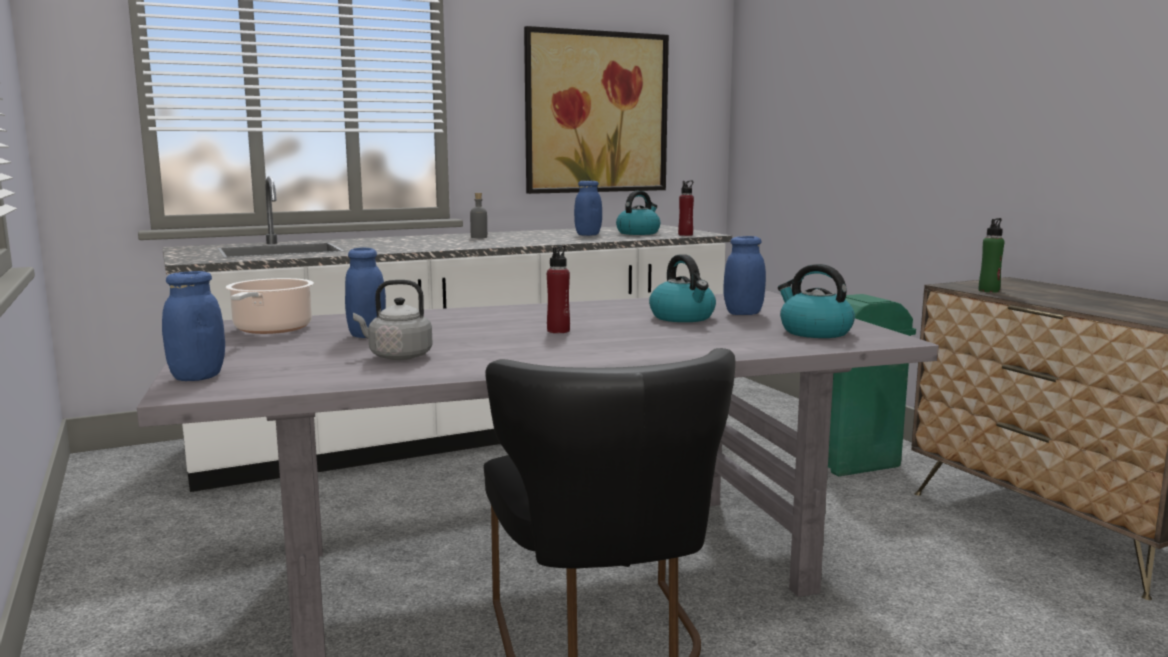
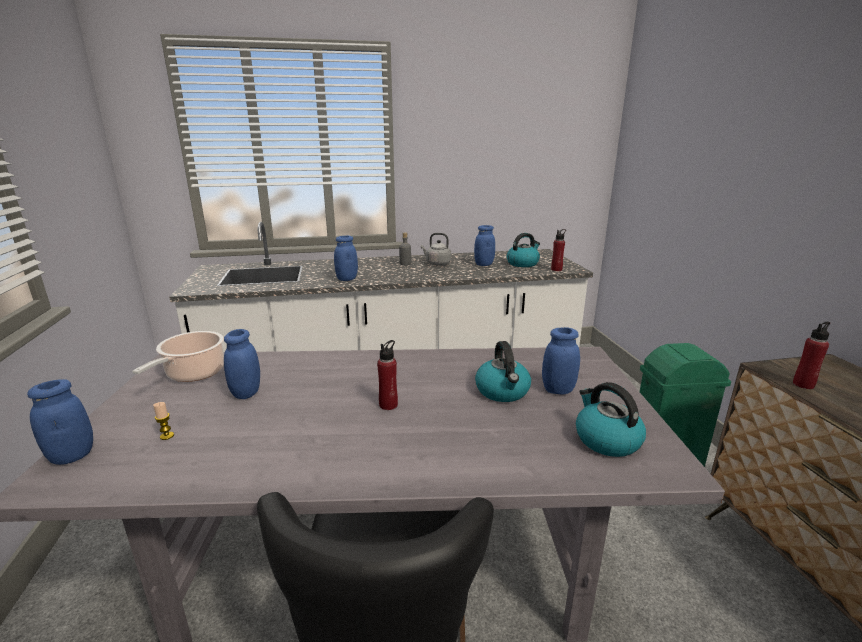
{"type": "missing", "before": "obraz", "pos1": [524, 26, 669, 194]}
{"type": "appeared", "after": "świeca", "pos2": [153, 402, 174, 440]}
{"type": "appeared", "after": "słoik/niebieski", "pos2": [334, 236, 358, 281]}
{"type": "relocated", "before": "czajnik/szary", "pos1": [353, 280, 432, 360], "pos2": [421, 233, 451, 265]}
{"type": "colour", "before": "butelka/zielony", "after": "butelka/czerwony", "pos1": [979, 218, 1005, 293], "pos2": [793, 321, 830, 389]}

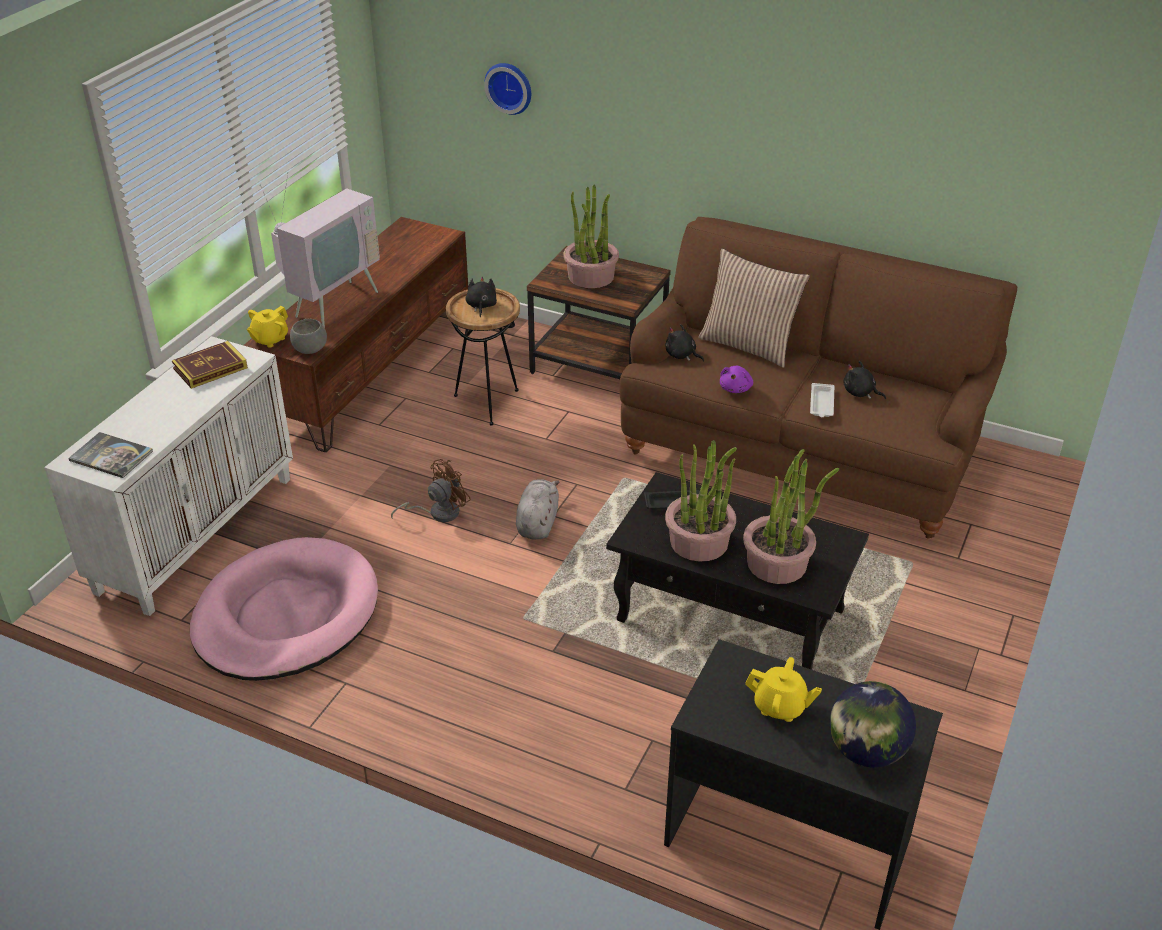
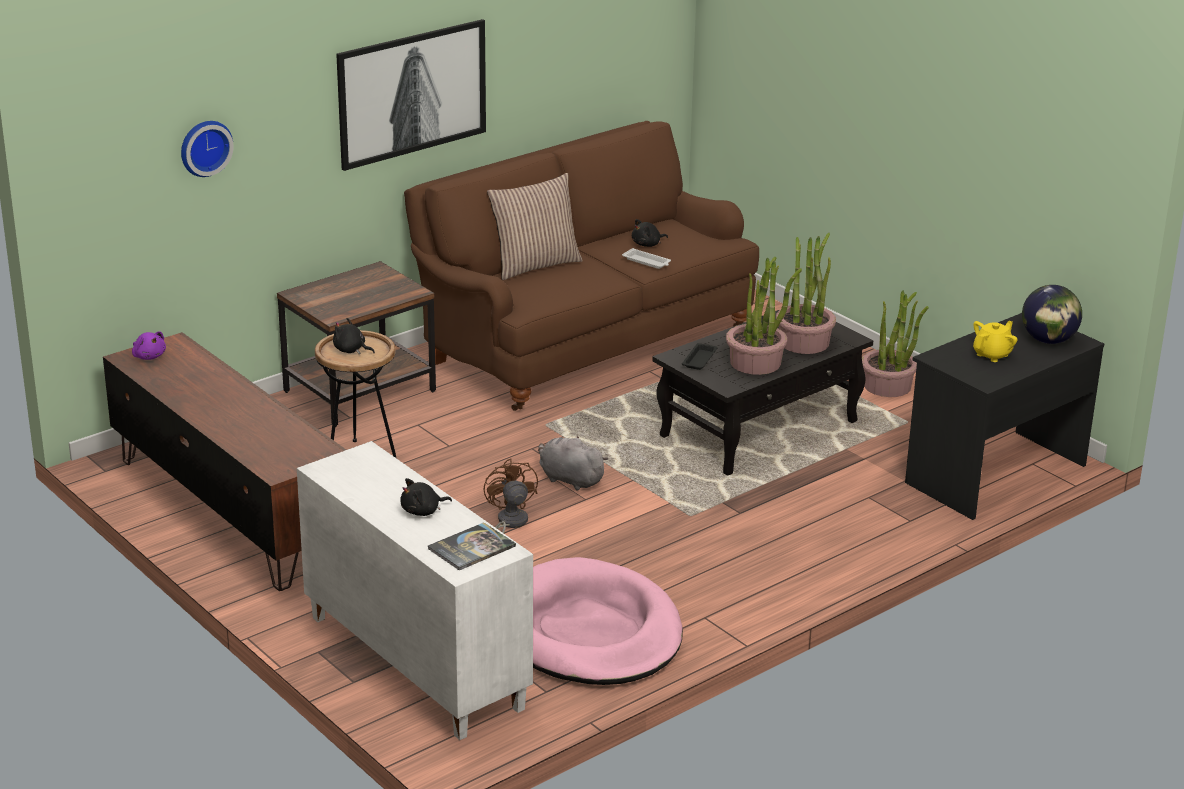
{"type": "missing", "before": "książka", "pos1": [172, 341, 248, 389]}
{"type": "missing", "before": "imbryk/żółty", "pos1": [247, 306, 288, 348]}
{"type": "missing", "before": "telewizor", "pos1": [260, 172, 380, 328]}
{"type": "missing", "before": "miska/szary", "pos1": [290, 319, 327, 354]}
{"type": "appeared", "after": "obraz", "pos2": [336, 19, 486, 171]}
{"type": "relocated", "before": "roślina doniczkowa", "pos1": [563, 185, 619, 288], "pos2": [862, 290, 929, 397]}
{"type": "relocated", "before": "pluszak/czarny", "pos1": [665, 324, 704, 362], "pos2": [400, 478, 452, 516]}
{"type": "relocated", "before": "pluszak/fioletowy", "pos1": [720, 366, 753, 393], "pos2": [132, 331, 166, 360]}

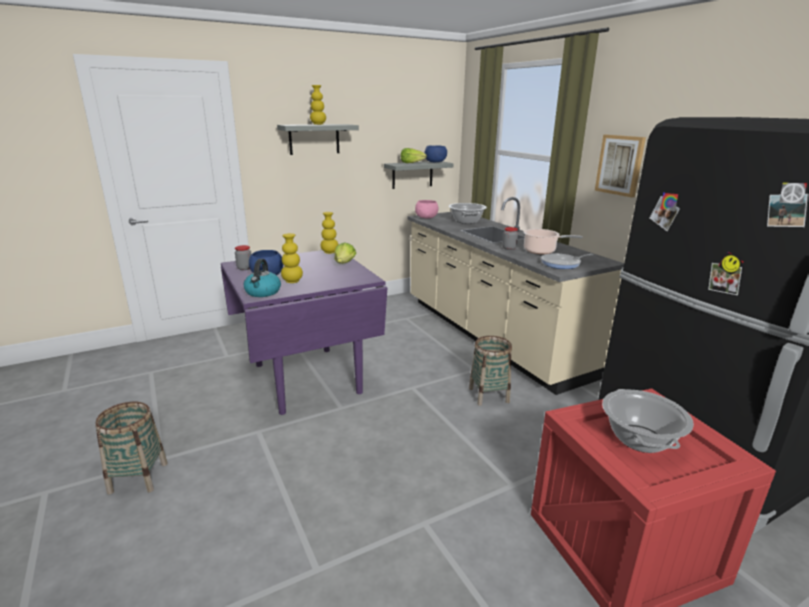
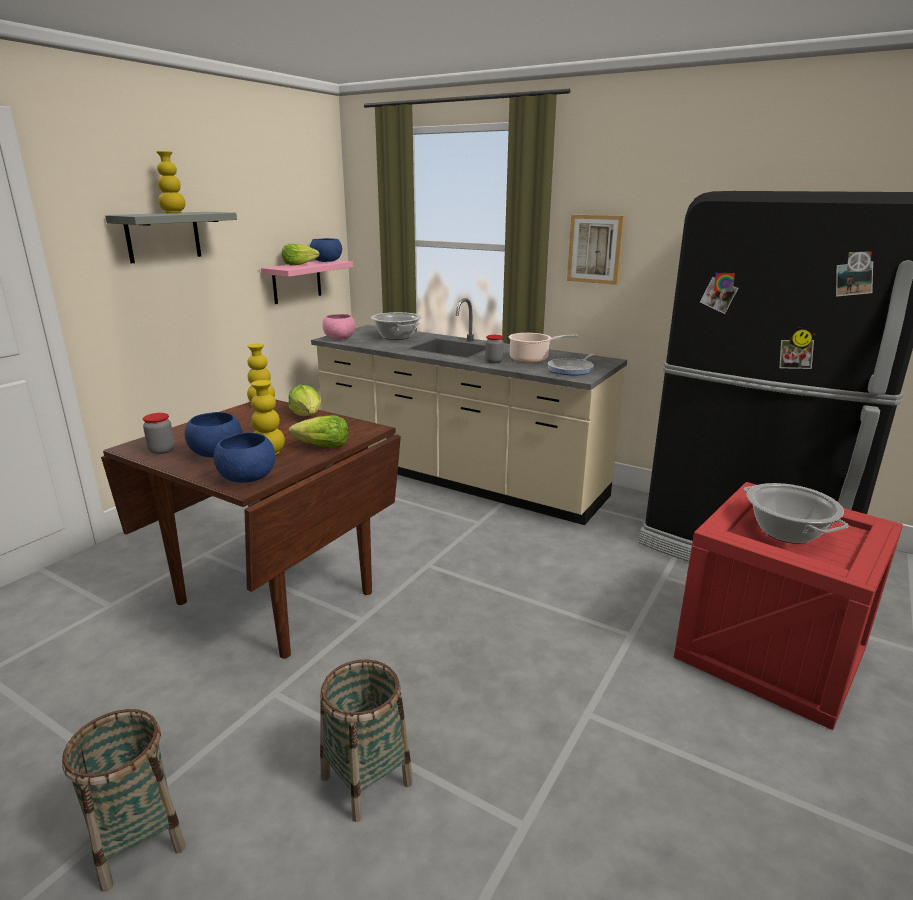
{"type": "appeared", "after": "sałata", "pos2": [289, 415, 349, 448]}
{"type": "relocated", "before": "koszyk", "pos1": [469, 336, 512, 406], "pos2": [320, 660, 413, 822]}
{"type": "exchanged", "before": "czajnik", "after": "miska/niebieski", "pos1": [244, 259, 281, 297], "pos2": [214, 432, 275, 483]}
{"type": "colour", "before": "stół jadalny/fioletowy", "after": "stół jadalny/brązowy", "pos1": [221, 250, 387, 415], "pos2": [101, 399, 401, 659]}
{"type": "colour", "before": "półka/szary", "after": "półka/różowy", "pos1": [384, 161, 454, 189], "pos2": [261, 260, 353, 304]}

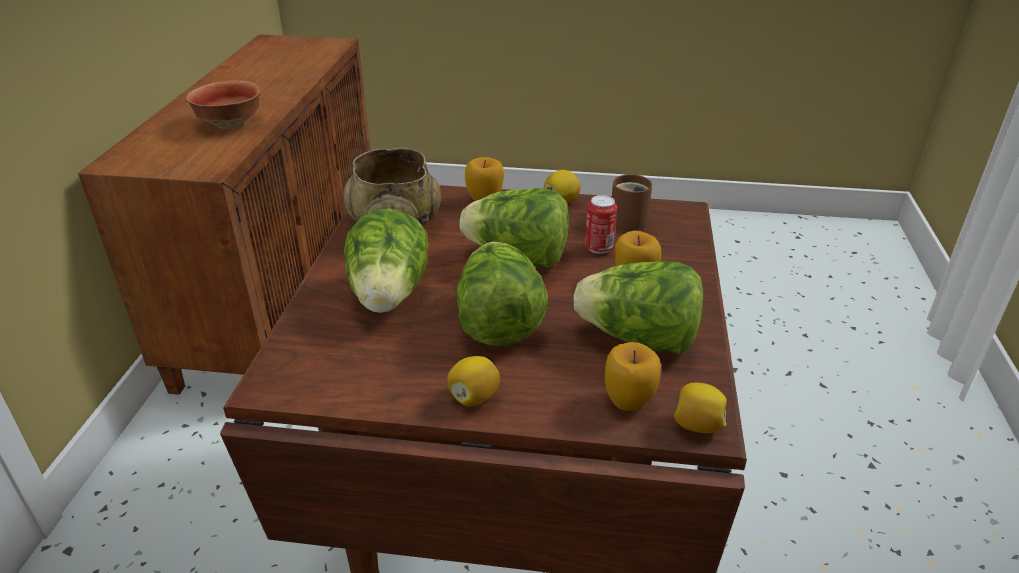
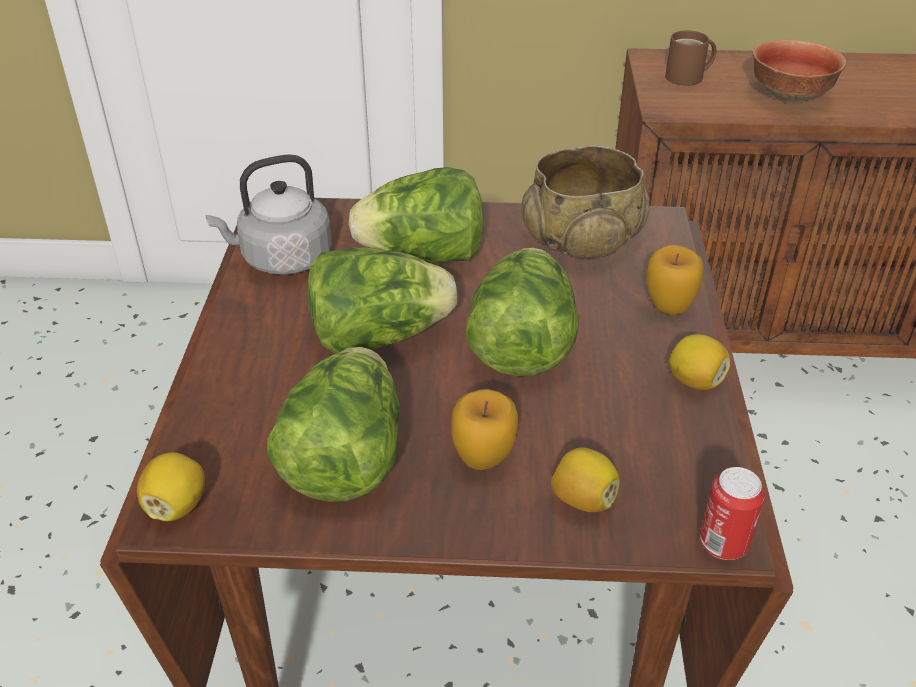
{"type": "missing", "before": "jabłko", "pos1": [605, 342, 661, 411]}
{"type": "appeared", "after": "czajnik/szary", "pos2": [206, 154, 332, 275]}
{"type": "relocated", "before": "cytryna", "pos1": [447, 356, 500, 406], "pos2": [551, 448, 620, 512]}
{"type": "relocated", "before": "puszka", "pos1": [585, 195, 617, 254], "pos2": [699, 467, 765, 560]}
{"type": "relocated", "before": "kubek/brązowy", "pos1": [612, 174, 652, 230], "pos2": [665, 31, 716, 86]}

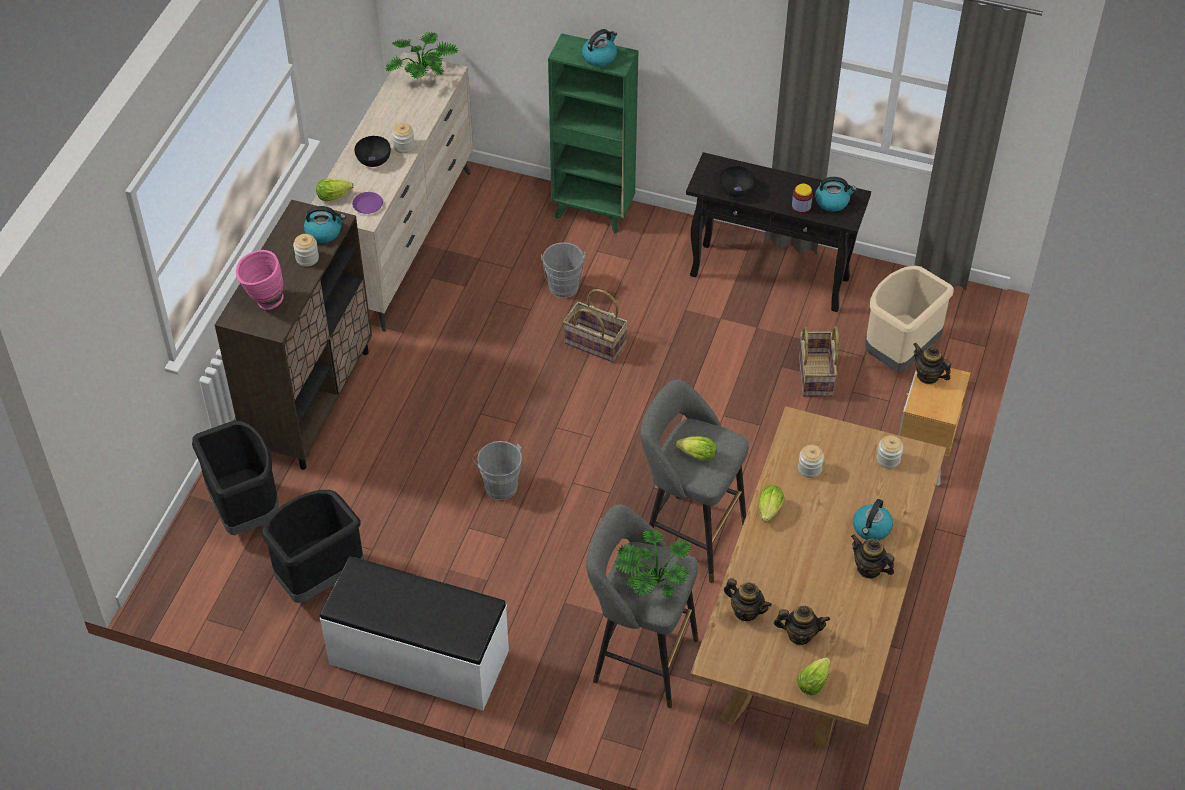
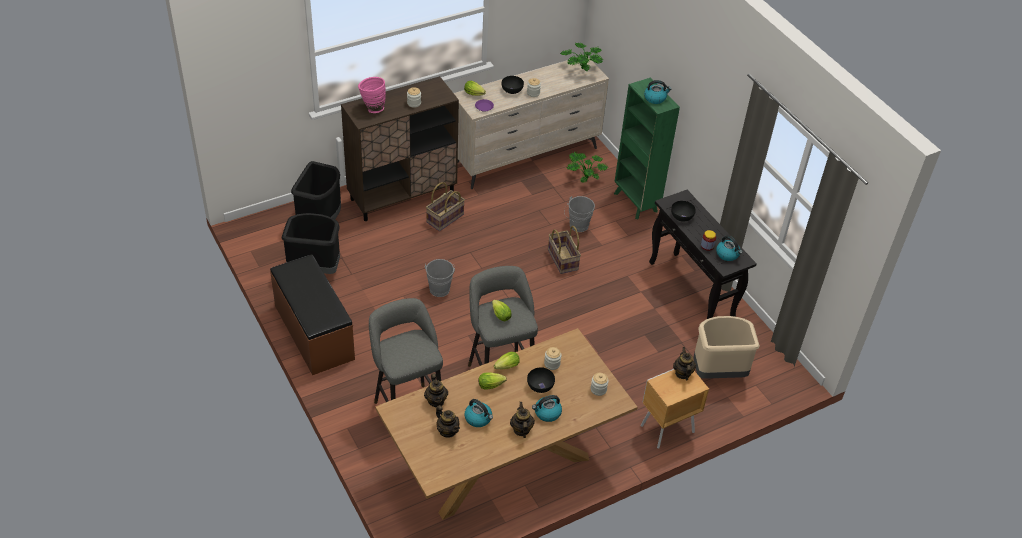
{"type": "appeared", "after": "miska/czarny", "pos2": [527, 367, 555, 393]}
{"type": "relocated", "before": "czajnik", "pos1": [304, 206, 346, 243], "pos2": [465, 399, 493, 427]}
{"type": "relocated", "before": "roślina doniczkowa", "pos1": [614, 529, 692, 599], "pos2": [567, 152, 608, 183]}
{"type": "relocated", "before": "sałata", "pos1": [797, 657, 830, 695], "pos2": [478, 373, 507, 390]}
{"type": "relocated", "before": "koszyk", "pos1": [799, 326, 839, 396], "pos2": [426, 182, 465, 231]}
{"type": "colour", "before": "ławka/biały", "after": "ławka/brązowy", "pos1": [320, 556, 509, 711], "pos2": [270, 254, 355, 375]}

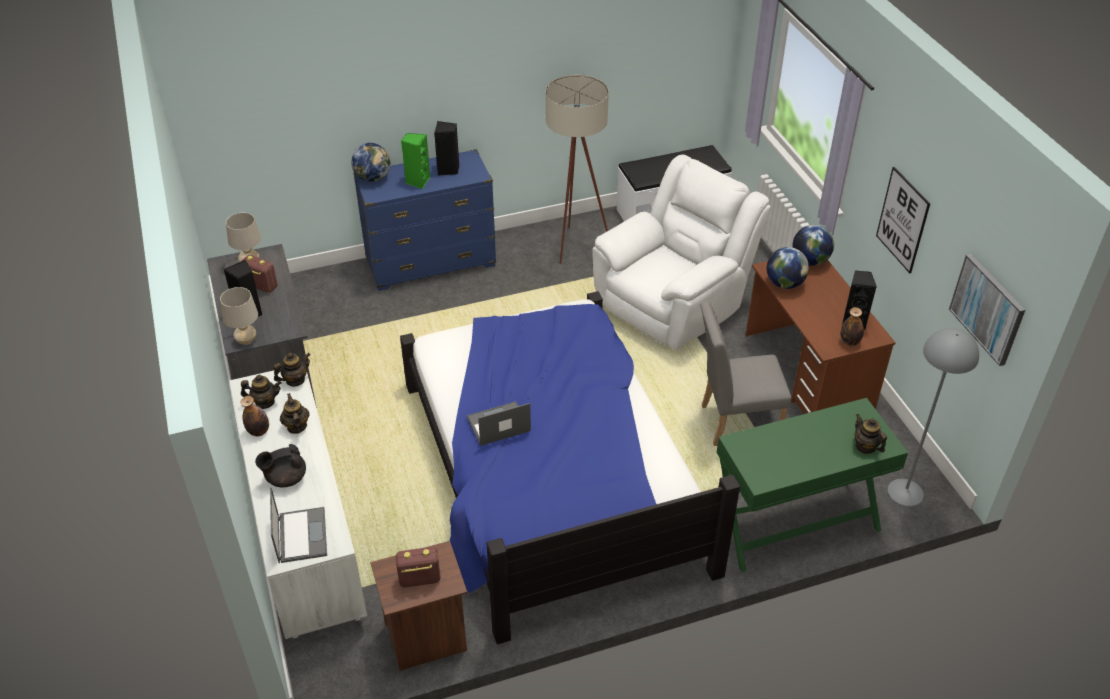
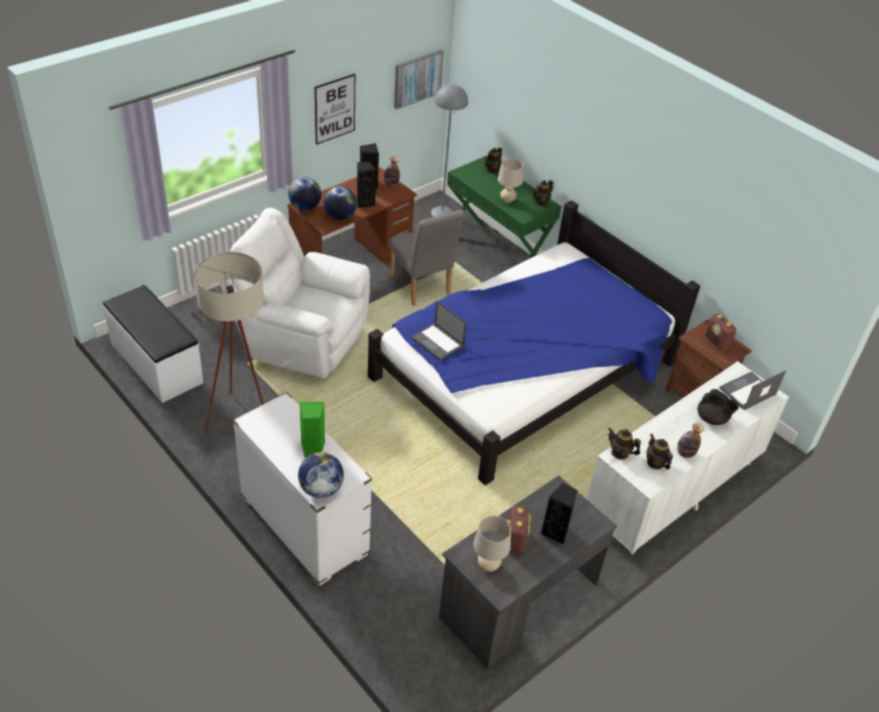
{"type": "relocated", "before": "lampa stołowa/beżowy", "pos1": [220, 287, 258, 345], "pos2": [498, 158, 524, 203]}
{"type": "relocated", "before": "imbryk", "pos1": [280, 393, 309, 434], "pos2": [533, 180, 553, 206]}
{"type": "relocated", "before": "głośnik/czarny", "pos1": [434, 121, 459, 176], "pos2": [357, 161, 376, 208]}
{"type": "relocated", "before": "laptop", "pos1": [467, 401, 531, 446], "pos2": [411, 301, 467, 360]}
{"type": "colour", "before": "komoda/niebieski", "after": "komoda/biały", "pos1": [353, 149, 497, 291], "pos2": [233, 392, 372, 586]}

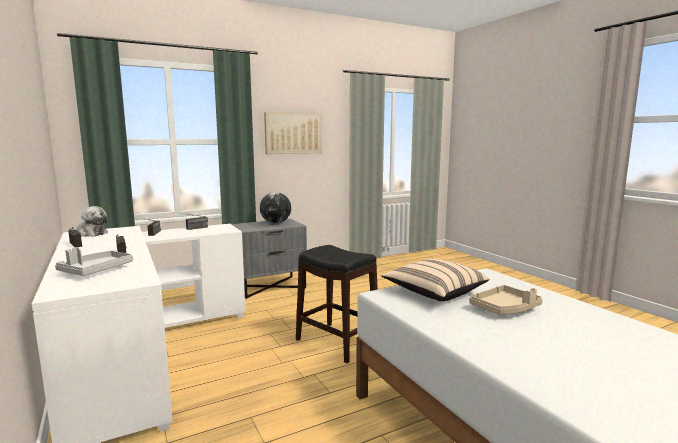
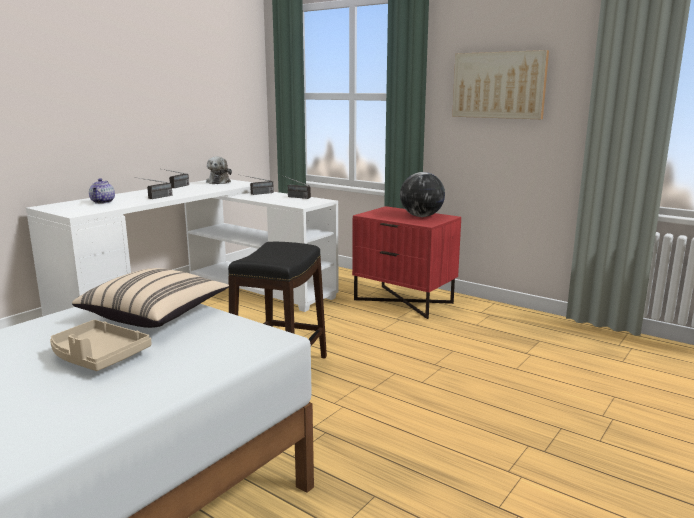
{"type": "exchanged", "before": "taca/szary", "after": "imbryk", "pos1": [55, 247, 133, 276], "pos2": [89, 178, 115, 204]}
{"type": "colour", "before": "szafka nocna/szary", "after": "szafka nocna/czerwony", "pos1": [232, 219, 307, 299], "pos2": [352, 206, 461, 319]}

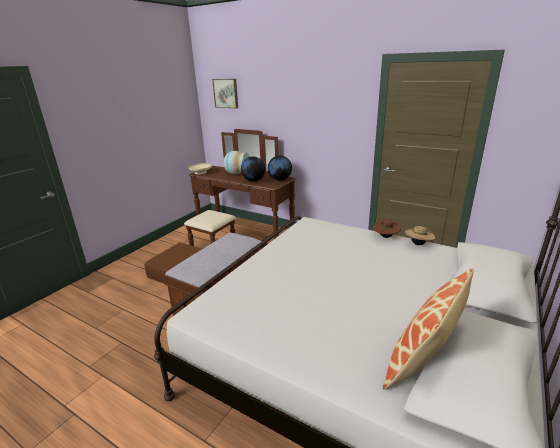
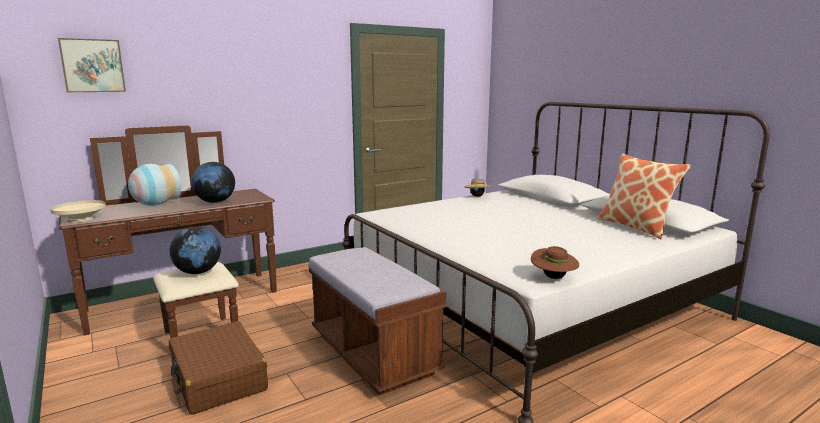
{"type": "relocated", "before": "globus", "pos1": [268, 155, 292, 181], "pos2": [170, 227, 221, 274]}
{"type": "relocated", "before": "kapelusz/brązowy", "pos1": [372, 218, 401, 238], "pos2": [531, 246, 579, 279]}

